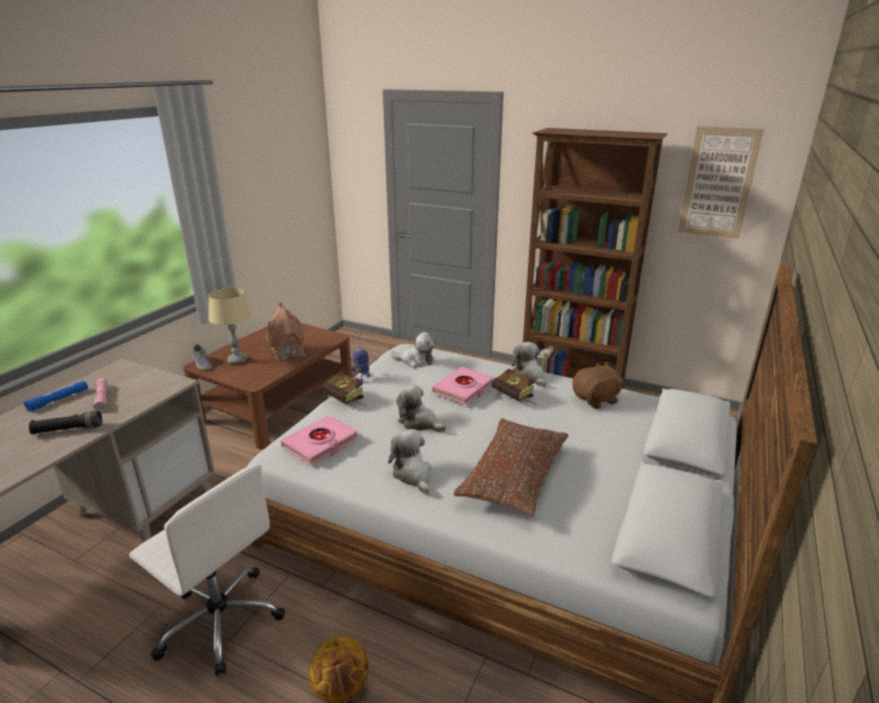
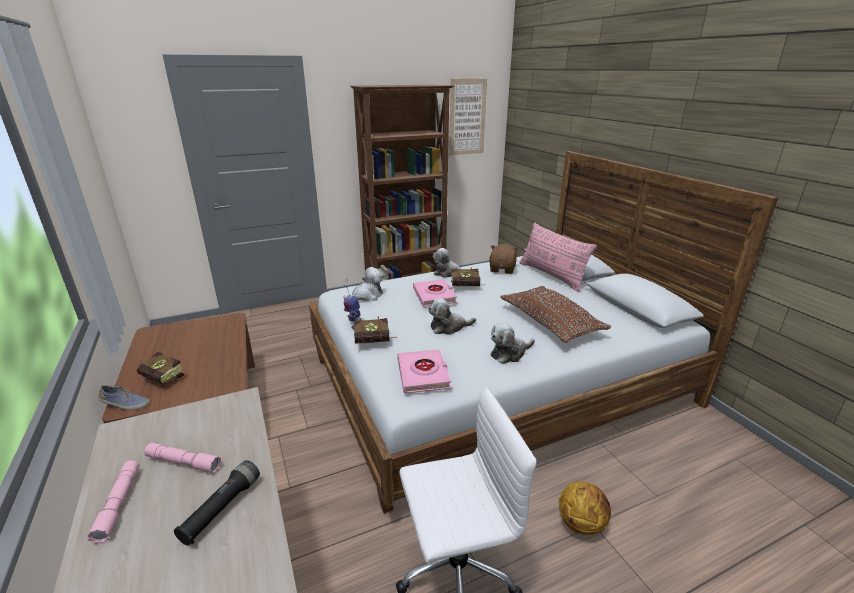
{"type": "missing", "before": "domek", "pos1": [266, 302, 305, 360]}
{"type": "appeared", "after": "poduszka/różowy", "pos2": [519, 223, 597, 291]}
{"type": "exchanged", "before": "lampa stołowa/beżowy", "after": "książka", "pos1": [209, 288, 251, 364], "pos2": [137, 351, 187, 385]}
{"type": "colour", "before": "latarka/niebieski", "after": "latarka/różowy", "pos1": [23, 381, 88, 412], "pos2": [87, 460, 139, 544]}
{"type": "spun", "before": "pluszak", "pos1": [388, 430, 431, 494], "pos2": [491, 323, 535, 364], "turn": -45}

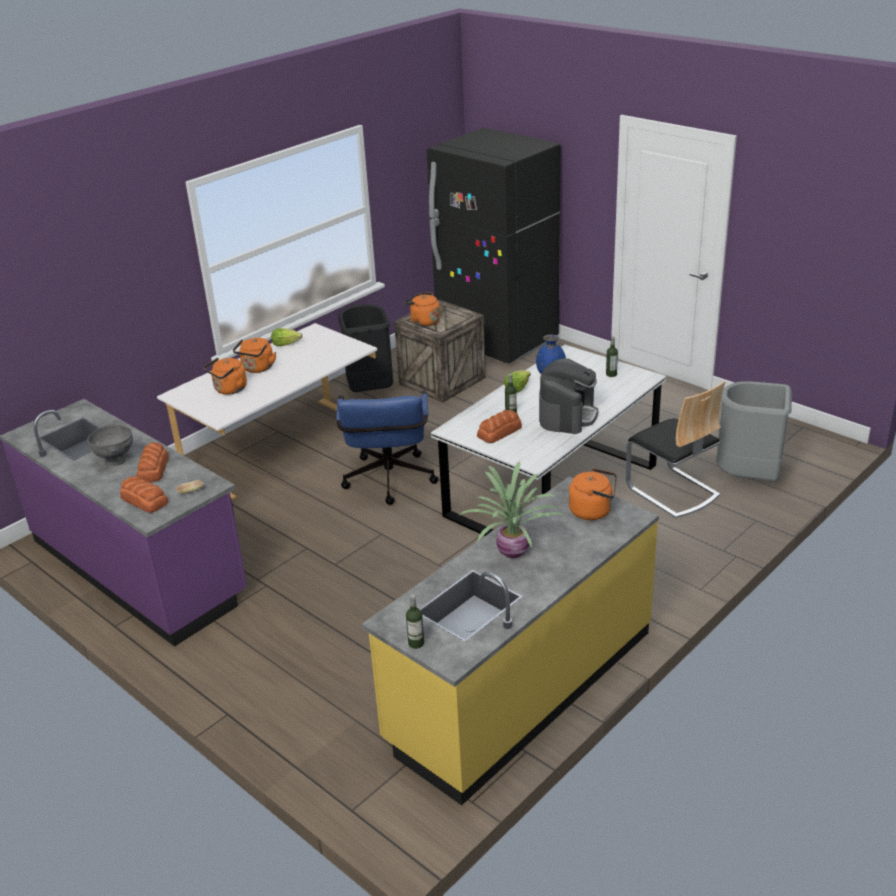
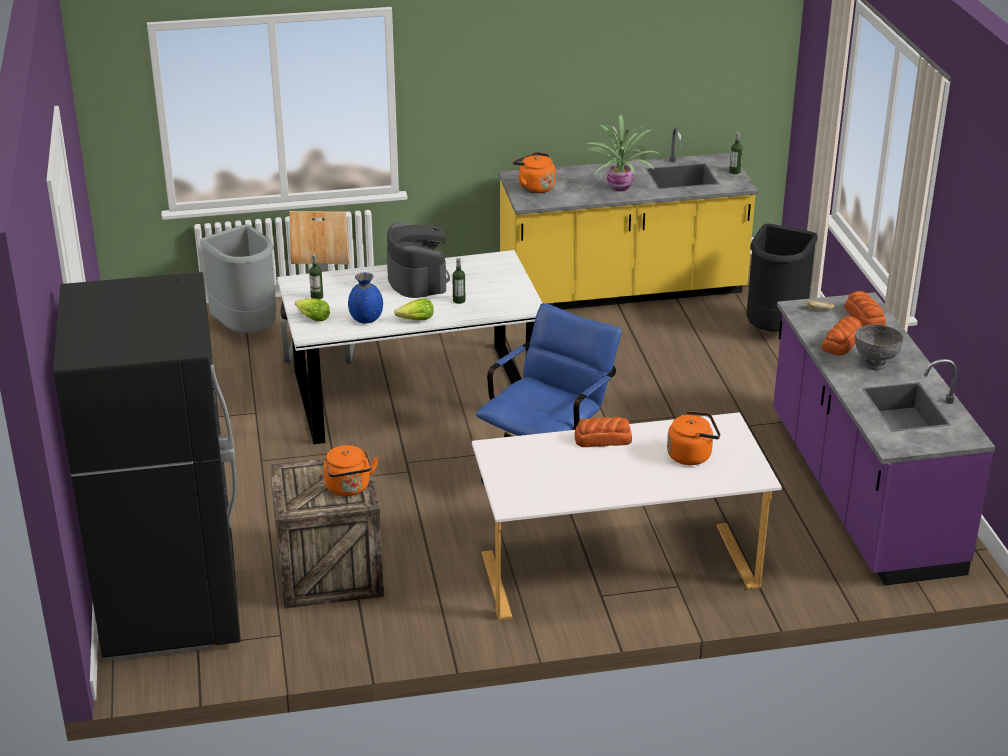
{"type": "missing", "before": "czajnik/pomarańczowy", "pos1": [233, 338, 276, 373]}
{"type": "relocated", "before": "sałata", "pos1": [271, 328, 302, 346], "pos2": [295, 299, 330, 321]}
{"type": "relocated", "before": "kosz na śmieci/czarny", "pos1": [338, 304, 393, 392], "pos2": [746, 224, 818, 331]}
{"type": "relocated", "before": "chleb", "pos1": [477, 410, 522, 443], "pos2": [575, 417, 632, 447]}
{"type": "spun", "before": "ekspres do kawy", "pos1": [539, 358, 598, 434], "pos2": [387, 222, 450, 298], "turn": 105}

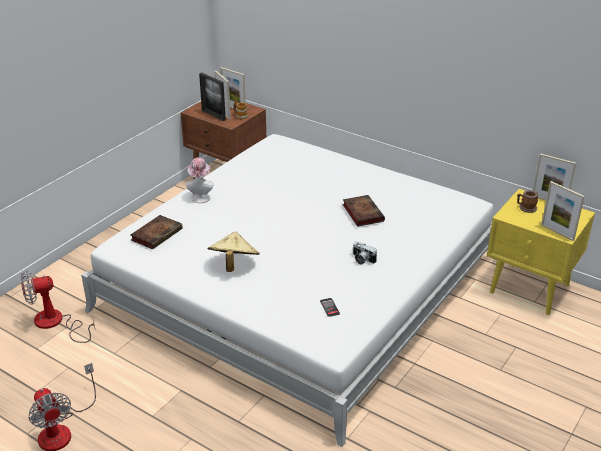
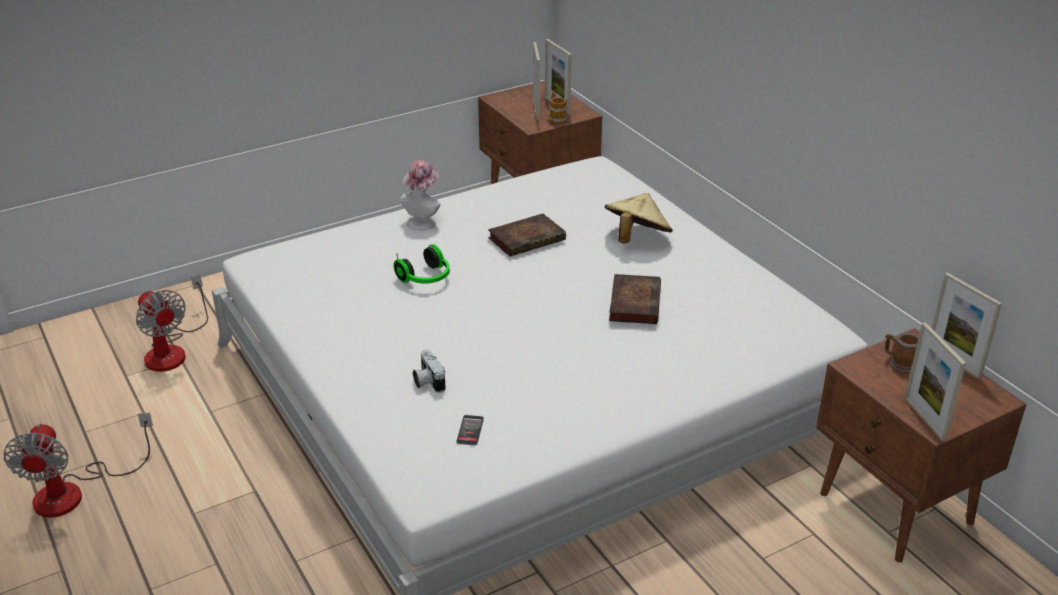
{"type": "missing", "before": "ramka na zdjęcie", "pos1": [199, 73, 226, 121]}
{"type": "appeared", "after": "słuchawki", "pos2": [394, 244, 450, 283]}
{"type": "relocated", "before": "książka", "pos1": [130, 215, 183, 249], "pos2": [488, 214, 566, 256]}
{"type": "relocated", "before": "kapelusz/beżowy", "pos1": [208, 231, 260, 272], "pos2": [605, 193, 673, 244]}
{"type": "relocated", "before": "aparat fotograficzny", "pos1": [353, 241, 377, 264], "pos2": [413, 349, 446, 393]}
{"type": "colour", "before": "szafka nocna/żółty", "after": "szafka nocna/brązowy", "pos1": [487, 189, 595, 315], "pos2": [816, 328, 1027, 563]}
{"type": "spun", "before": "wentylator", "pos1": [21, 270, 95, 343], "pos2": [136, 274, 208, 372], "turn": -135}

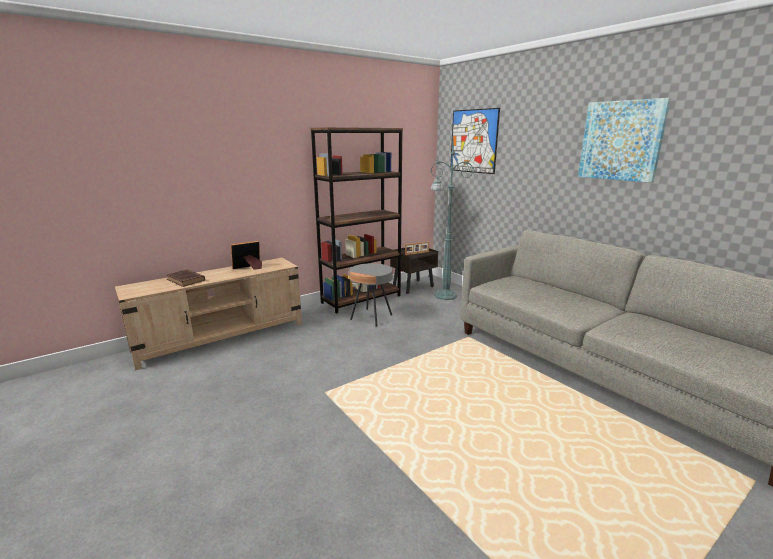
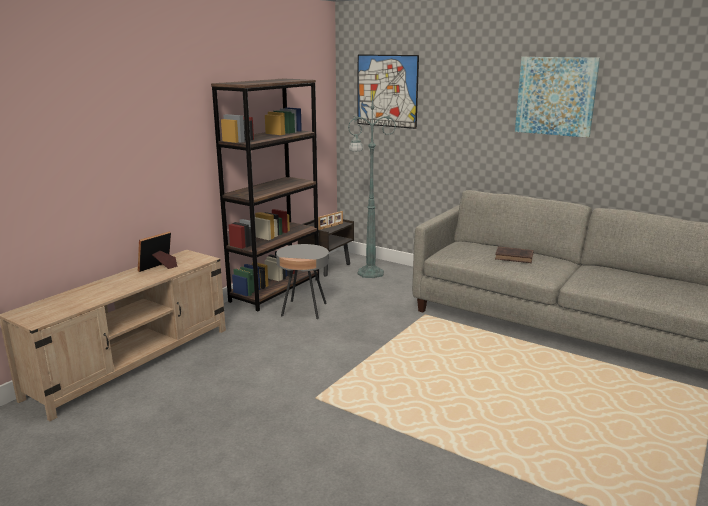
{"type": "relocated", "before": "książka/brązowy", "pos1": [167, 269, 205, 287], "pos2": [495, 247, 534, 263]}

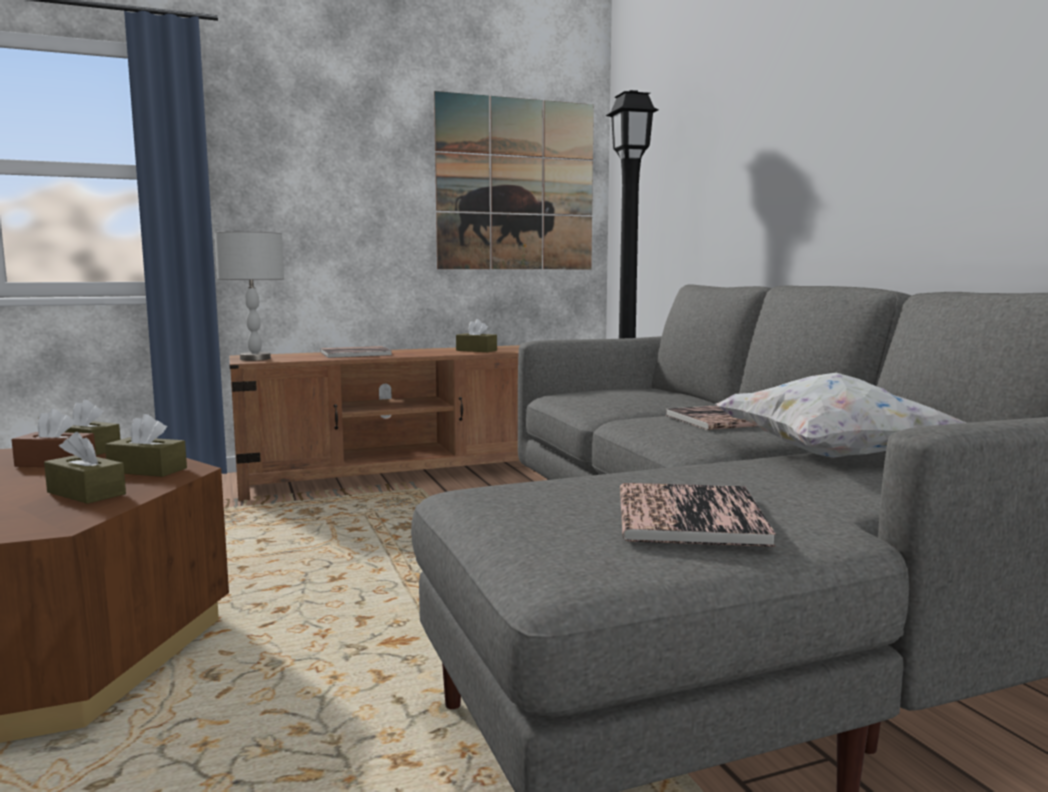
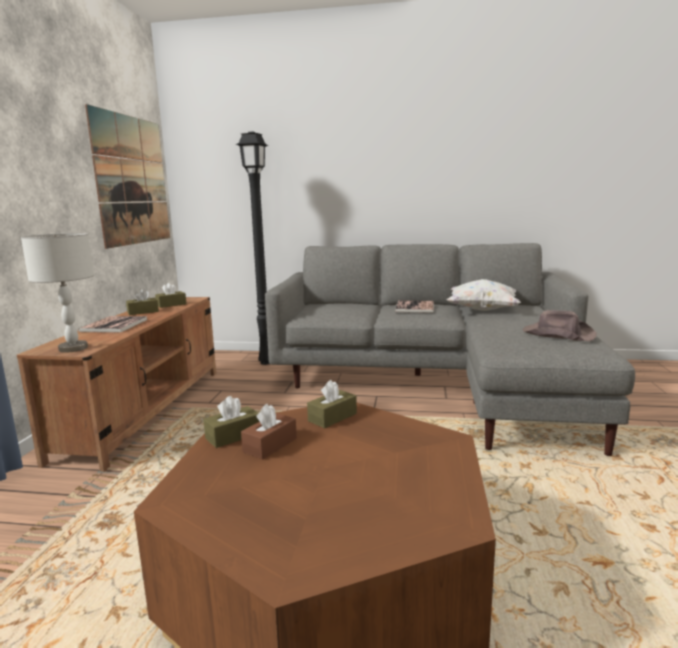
{"type": "relocated", "before": "pudełko chusteczek/brązowy", "pos1": [44, 432, 126, 504], "pos2": [126, 289, 159, 315]}
{"type": "exchanged", "before": "książka", "after": "kapelusz/brązowy", "pos1": [620, 483, 776, 547], "pos2": [523, 310, 597, 341]}

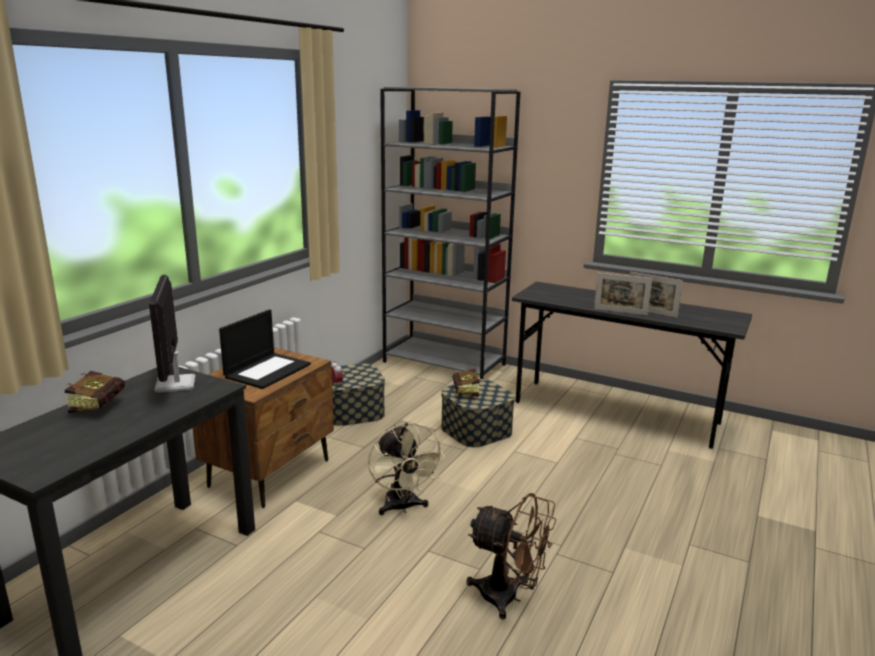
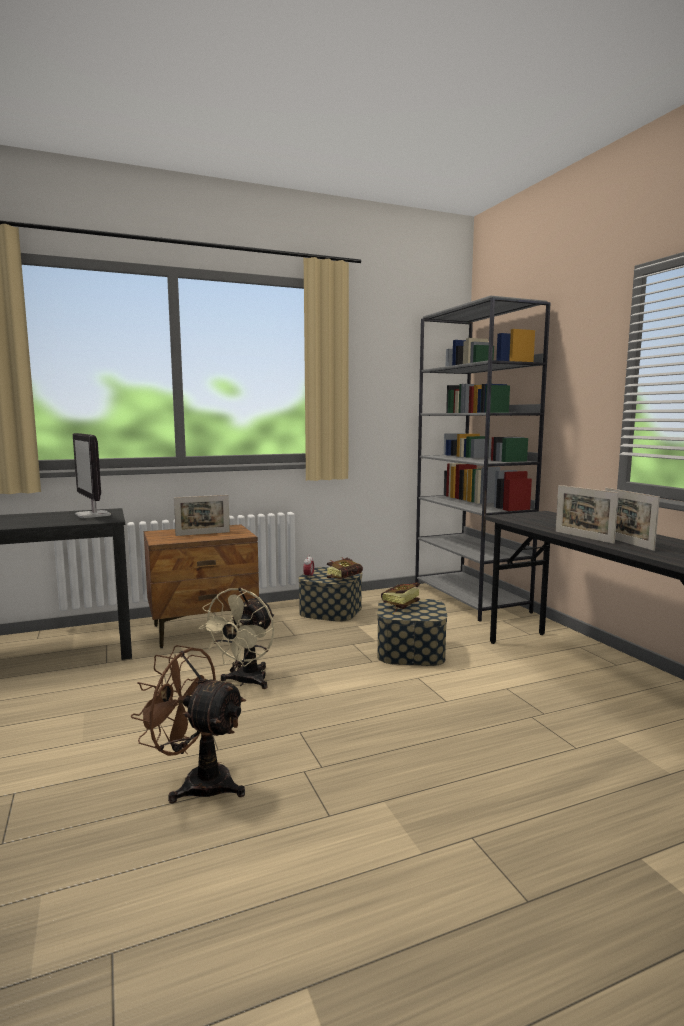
{"type": "relocated", "before": "książka", "pos1": [65, 371, 125, 413], "pos2": [327, 557, 363, 579]}
{"type": "exchanged", "before": "laptop", "after": "ramka na zdjęcie", "pos1": [219, 309, 311, 389], "pos2": [174, 495, 230, 536]}
{"type": "spun", "before": "monitor", "pos1": [149, 275, 196, 393], "pos2": [73, 433, 111, 518], "turn": -60}
{"type": "spun", "before": "wentylator/brązowy", "pos1": [466, 493, 556, 619], "pos2": [131, 645, 246, 804], "turn": 135}

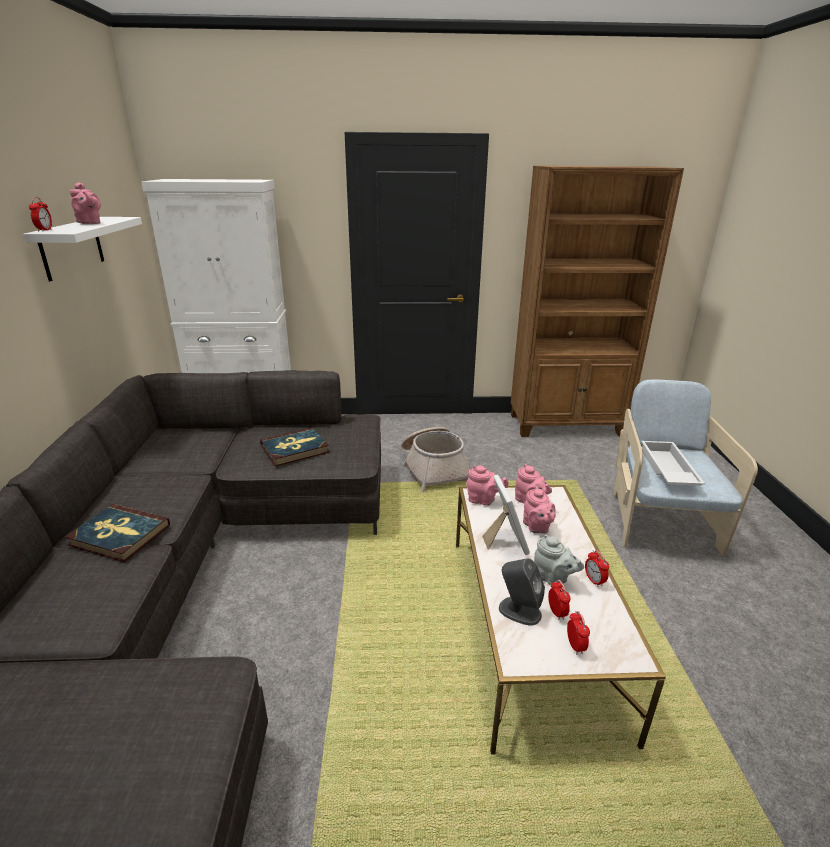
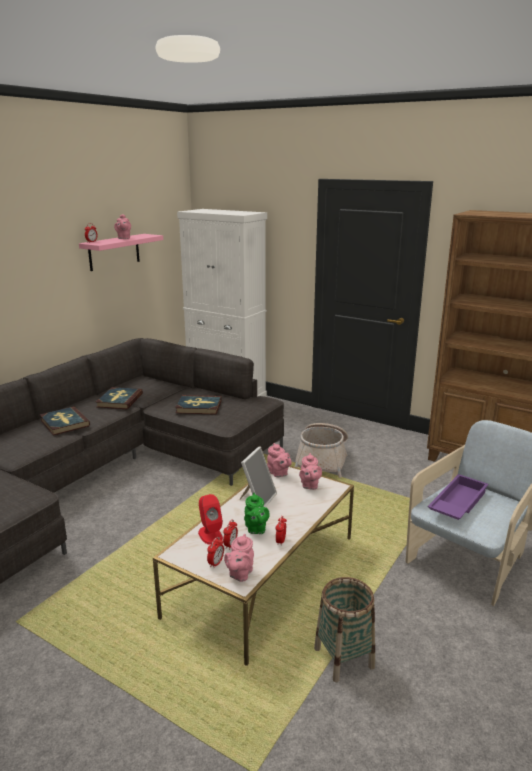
{"type": "appeared", "after": "książka", "pos2": [96, 387, 143, 409]}
{"type": "appeared", "after": "koszyk", "pos2": [314, 577, 375, 682]}
{"type": "relocated", "before": "imbryk/różowy", "pos1": [523, 486, 556, 533], "pos2": [224, 534, 254, 582]}
{"type": "colour", "before": "półka/biały", "after": "półka/różowy", "pos1": [23, 217, 142, 281], "pos2": [79, 234, 163, 271]}
{"type": "colour", "before": "głośnik/szary", "after": "głośnik/czerwony", "pos1": [499, 558, 545, 625], "pos2": [198, 494, 223, 545]}
{"type": "colour", "before": "imbryk/szary", "after": "imbryk/zielony", "pos1": [534, 535, 584, 585], "pos2": [244, 493, 270, 534]}
{"type": "colour", "before": "taca/biały", "after": "taca/fioletowy", "pos1": [641, 441, 705, 486], "pos2": [428, 474, 489, 520]}

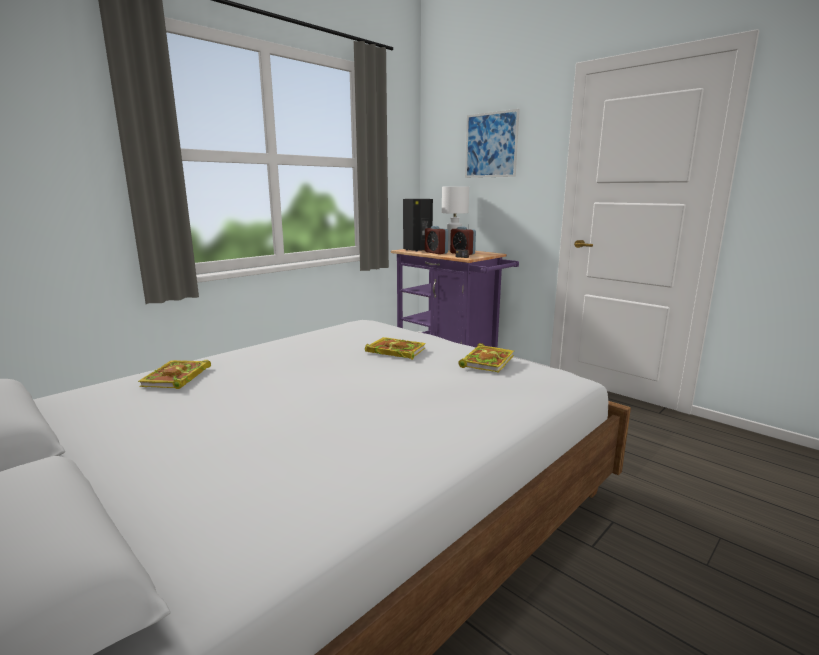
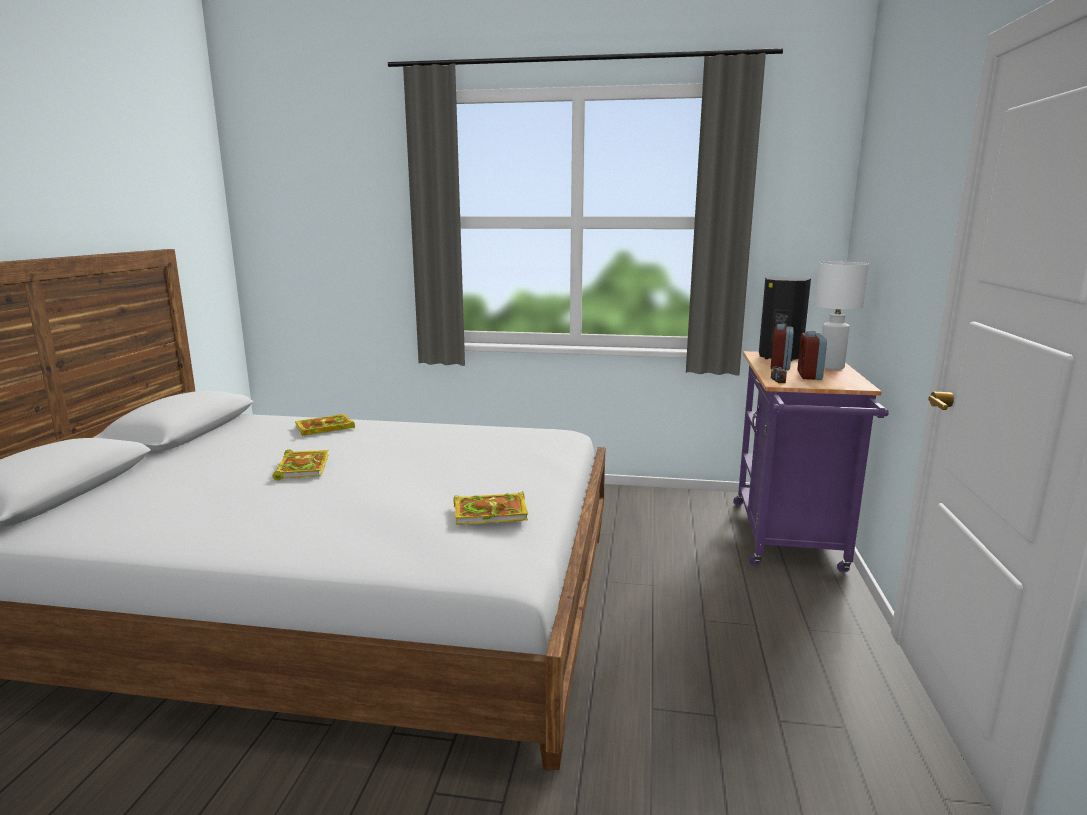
{"type": "missing", "before": "obraz", "pos1": [465, 109, 520, 178]}
{"type": "relocated", "before": "książka", "pos1": [365, 337, 426, 360], "pos2": [273, 450, 329, 481]}

